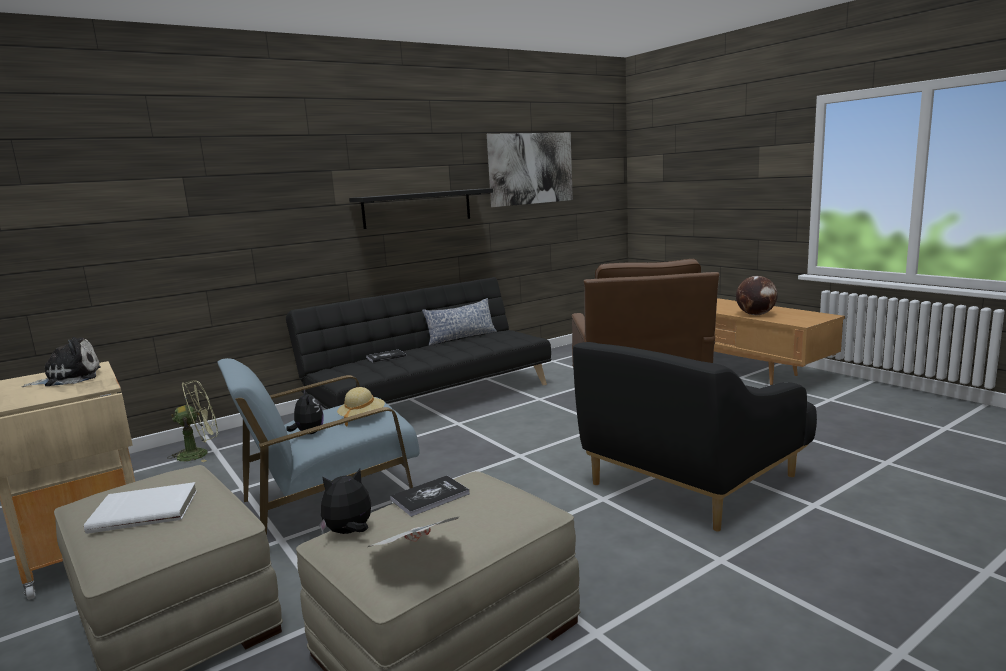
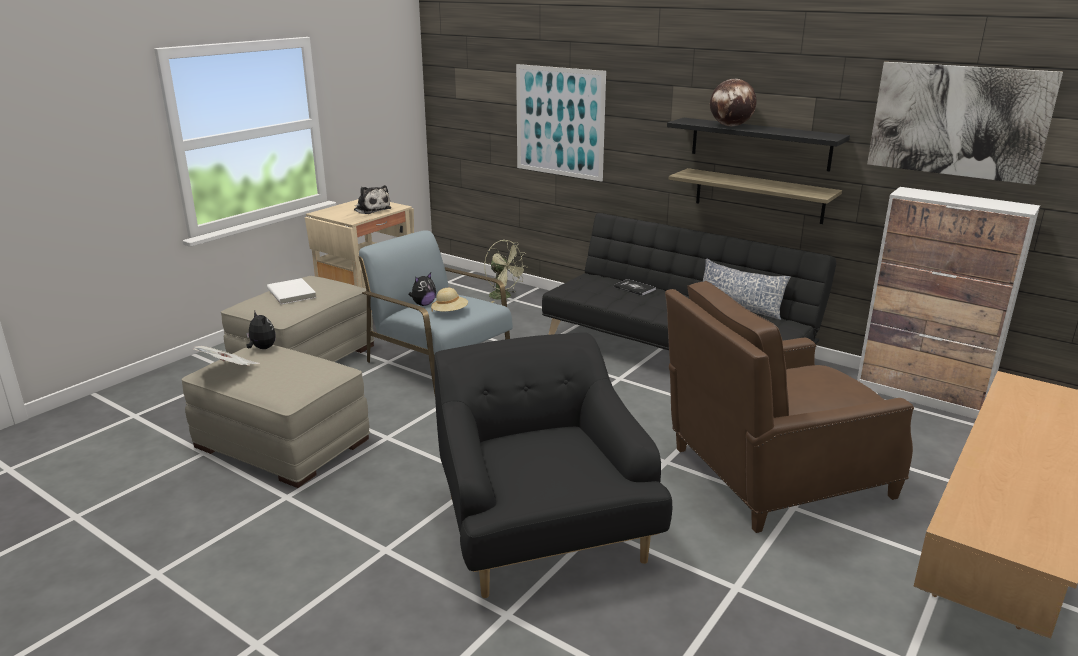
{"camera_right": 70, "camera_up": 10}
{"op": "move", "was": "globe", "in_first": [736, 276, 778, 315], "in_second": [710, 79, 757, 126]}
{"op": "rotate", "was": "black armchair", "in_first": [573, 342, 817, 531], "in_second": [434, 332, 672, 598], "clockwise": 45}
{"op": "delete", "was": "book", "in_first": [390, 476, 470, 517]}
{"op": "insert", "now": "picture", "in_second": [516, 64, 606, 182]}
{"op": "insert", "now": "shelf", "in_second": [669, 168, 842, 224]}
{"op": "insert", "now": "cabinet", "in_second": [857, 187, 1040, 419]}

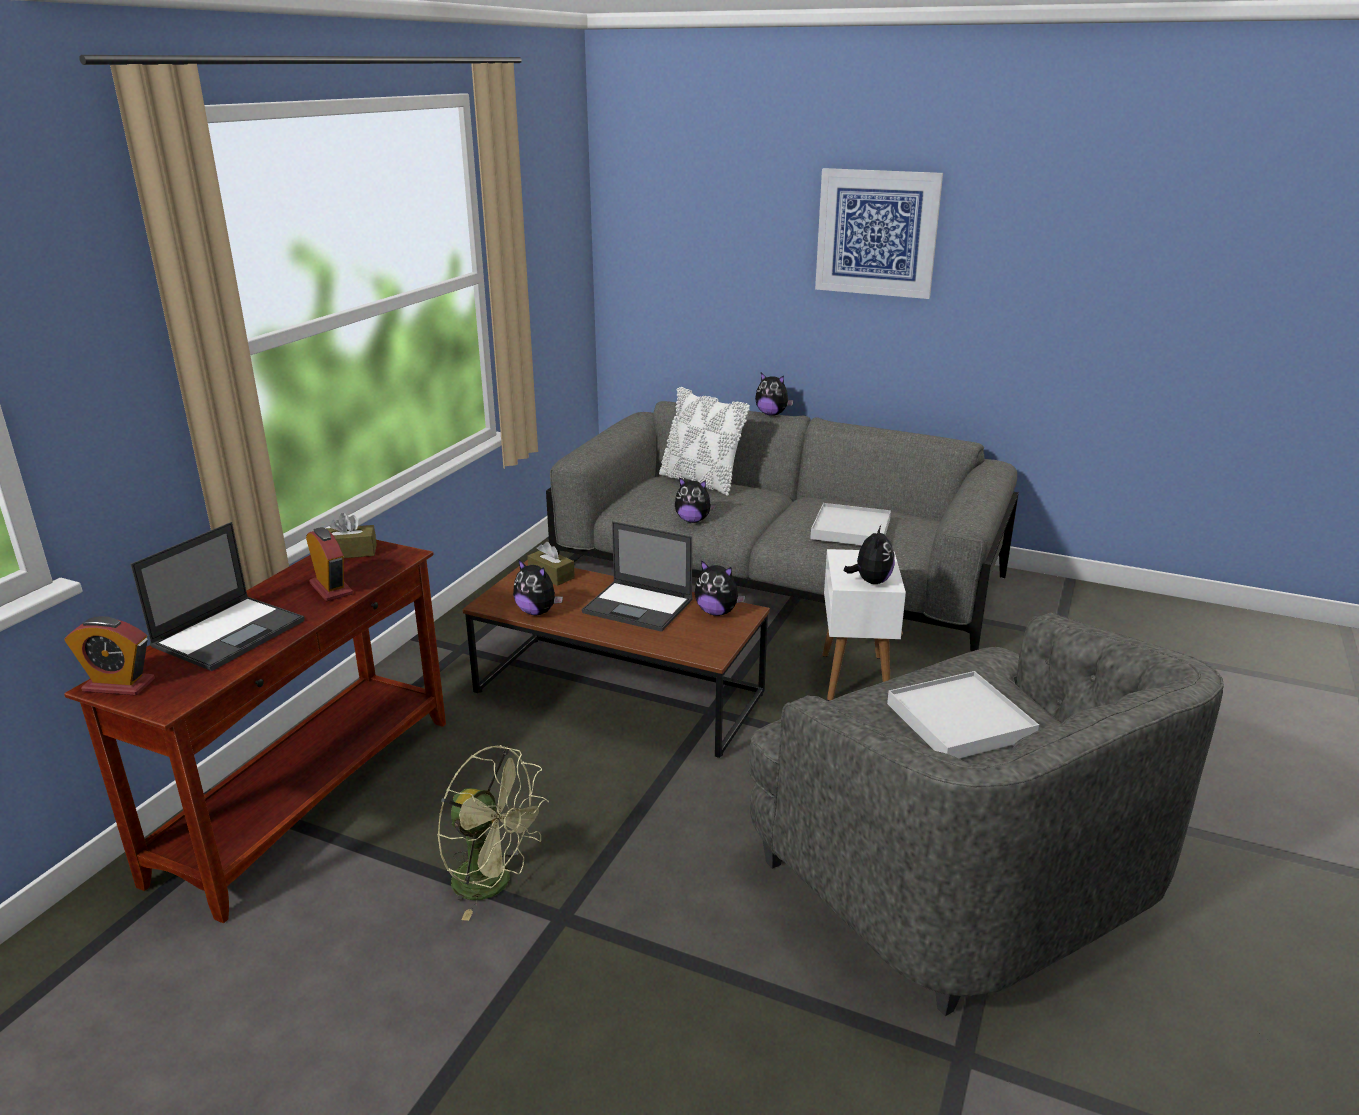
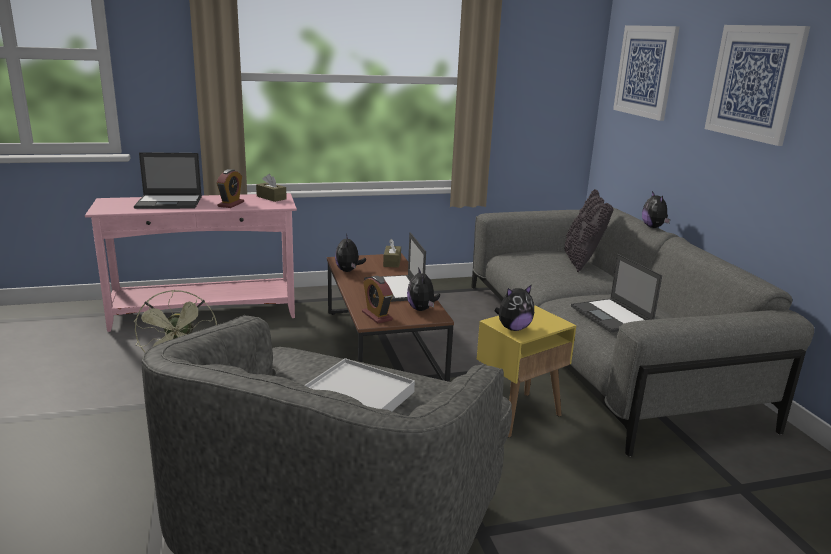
{"camera_right": 50, "camera_up": -5}
{"op": "recolor", "was": "white pillow", "now": "black pillow", "in_first": [659, 387, 750, 496], "in_second": [564, 189, 614, 272]}
{"op": "delete", "was": "plush toy", "in_first": [675, 477, 716, 523]}
{"op": "replace", "was": "white tray", "now": "laptop", "in_first": [810, 503, 891, 545], "in_second": [571, 254, 662, 333]}
{"op": "recolor", "was": "brown console table", "now": "pink console table", "in_first": [64, 540, 446, 923], "in_second": [85, 193, 297, 332]}
{"op": "recolor", "was": "white side table", "now": "yellow side table", "in_first": [822, 549, 906, 701], "in_second": [477, 306, 576, 438]}
{"op": "move", "was": "alarm clock", "in_first": [64, 616, 155, 696], "in_second": [362, 276, 393, 324]}
{"op": "insert", "now": "picture", "in_second": [613, 25, 680, 121]}

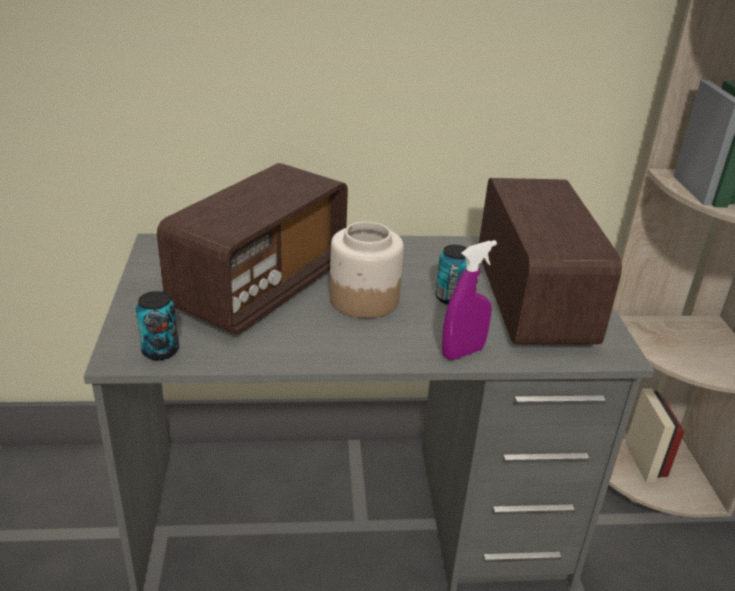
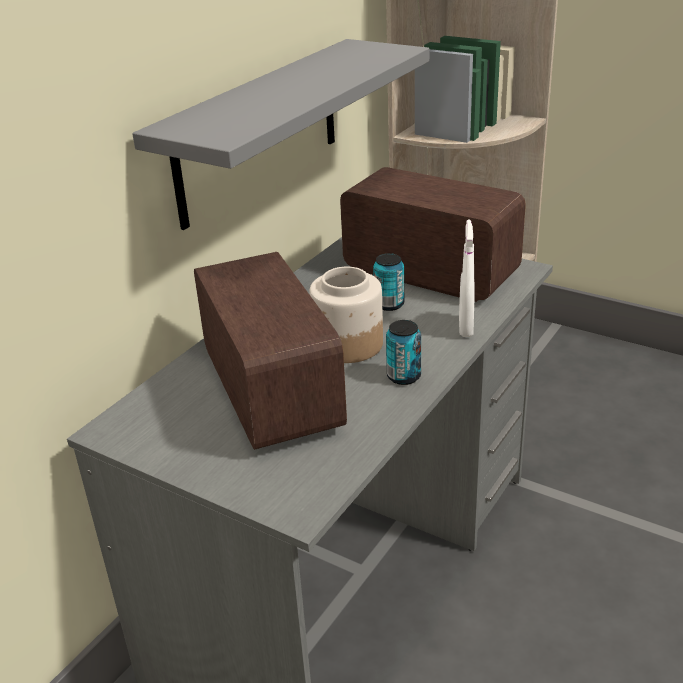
{"camera_right": -50, "camera_up": 0}
{"op": "recolor", "was": "purple spray bottle", "now": "white spray bottle", "in_first": [442, 240, 497, 360], "in_second": [459, 220, 475, 337]}
{"op": "move", "was": "can", "in_first": [136, 291, 179, 360], "in_second": [386, 320, 421, 385]}
{"op": "insert", "now": "grey shelf", "in_second": [132, 39, 429, 230]}

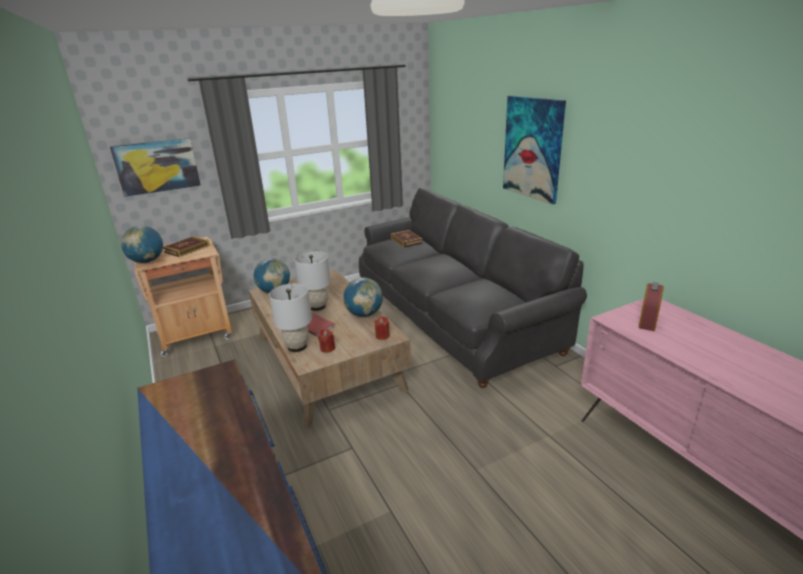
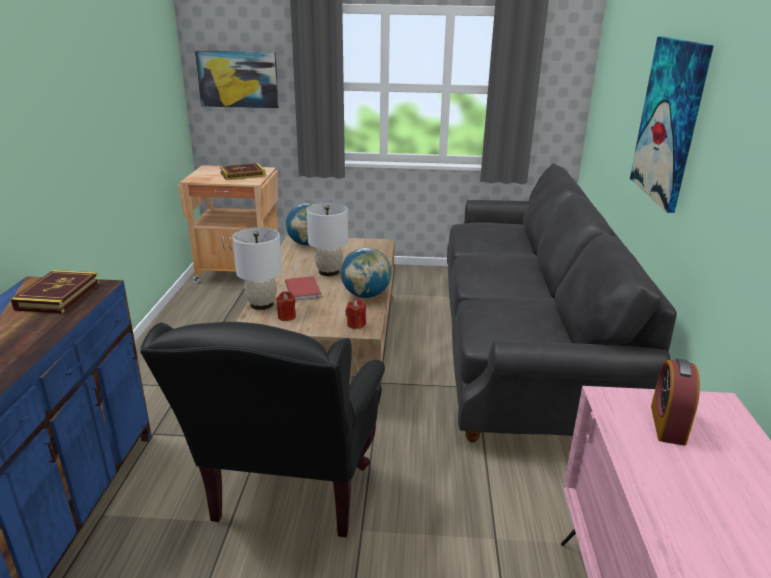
{"camera_right": 30, "camera_up": 0}
{"op": "delete", "was": "globe", "in_first": [121, 226, 163, 263]}
{"op": "move", "was": "book", "in_first": [391, 230, 423, 247], "in_second": [11, 270, 100, 313]}
{"op": "rotate", "was": "alarm clock", "in_first": [639, 282, 664, 331], "in_second": [651, 358, 700, 445], "clockwise": -45}
{"op": "insert", "now": "black armchair", "in_second": [140, 322, 385, 537]}

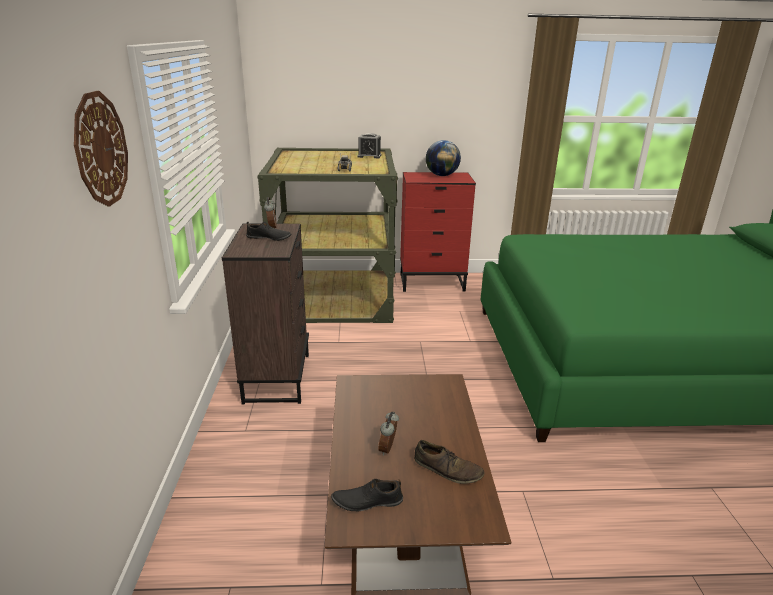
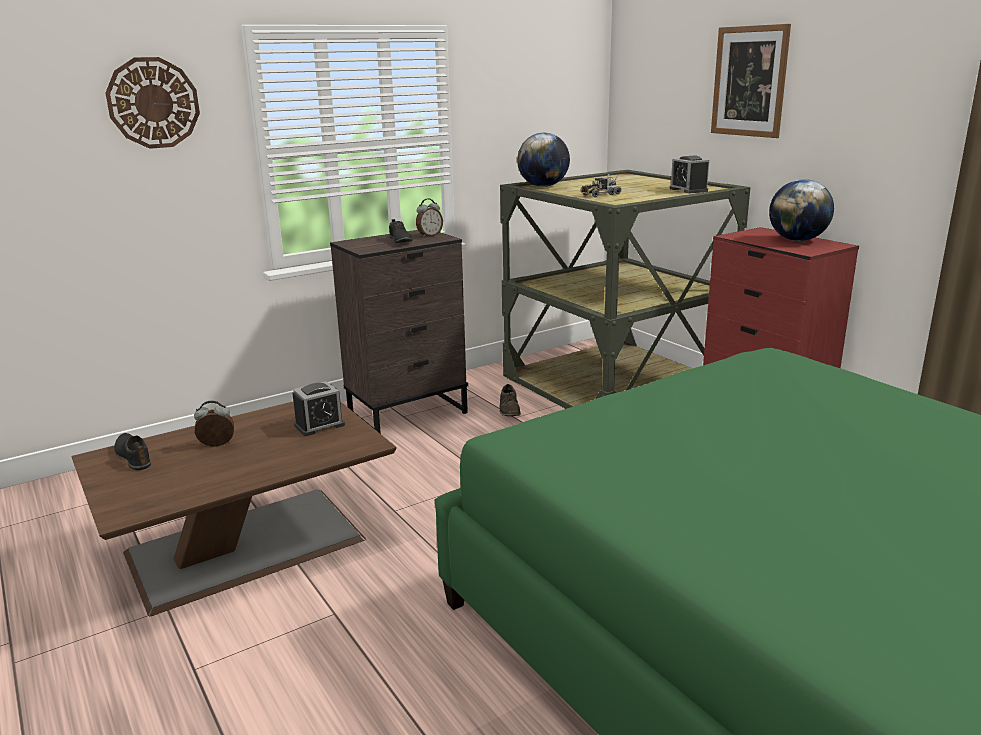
{"camera_right": 60, "camera_up": -5}
{"op": "move", "was": "brown shoe", "in_first": [414, 440, 485, 484], "in_second": [500, 384, 521, 416]}
{"op": "insert", "now": "picture", "in_second": [711, 24, 791, 138]}
{"op": "insert", "now": "globe", "in_second": [517, 133, 570, 187]}
{"op": "insert", "now": "alarm clock", "in_second": [293, 381, 345, 436]}

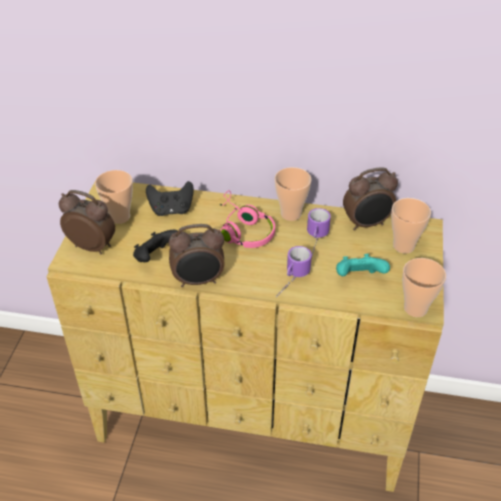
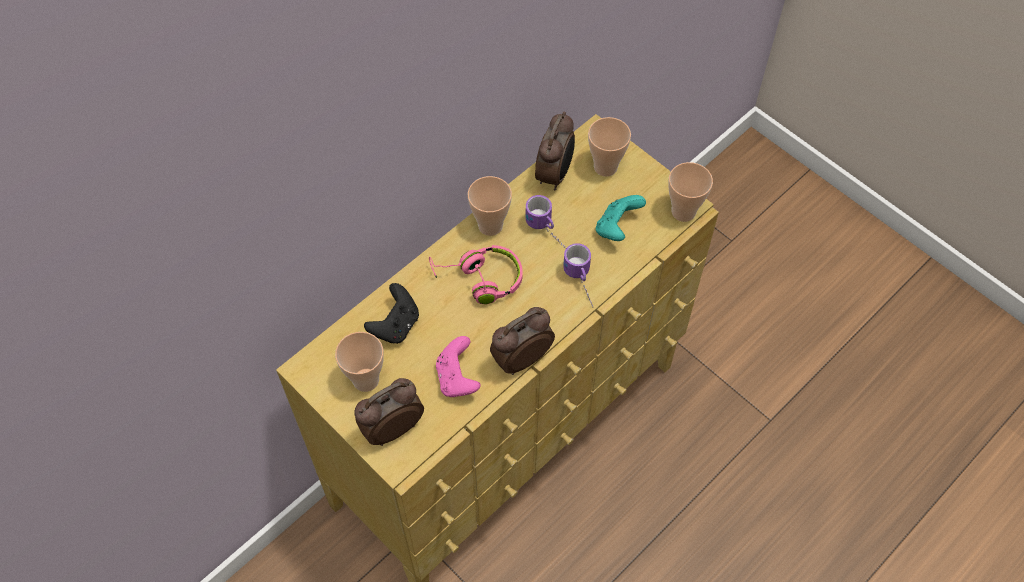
{"camera_right": -55, "camera_up": 15}
{"op": "rotate", "was": "alarm clock", "in_first": [169, 224, 224, 287], "in_second": [490, 307, 555, 375], "clockwise": -150}
{"op": "recolor", "was": "black game controller", "now": "pink game controller", "in_first": [133, 230, 178, 262], "in_second": [436, 336, 481, 397]}

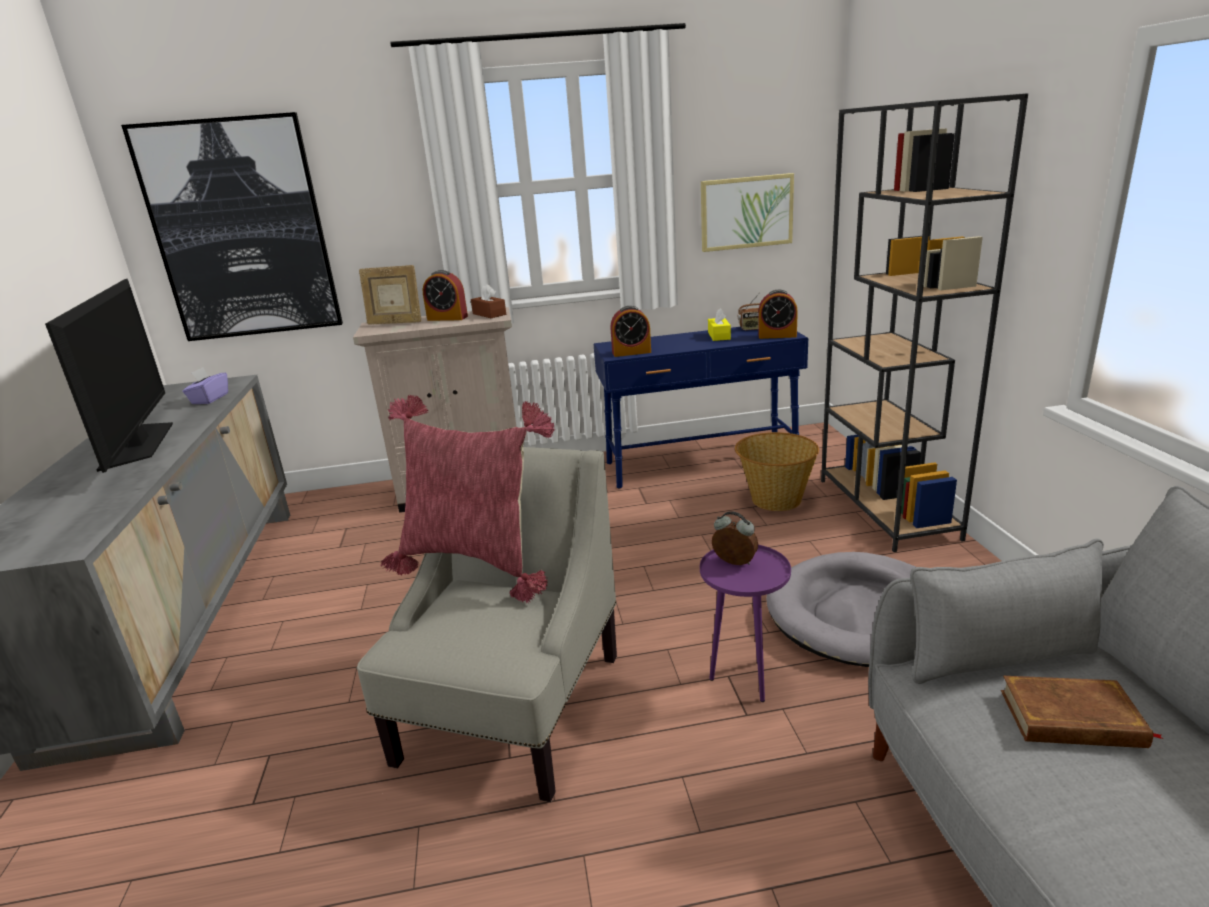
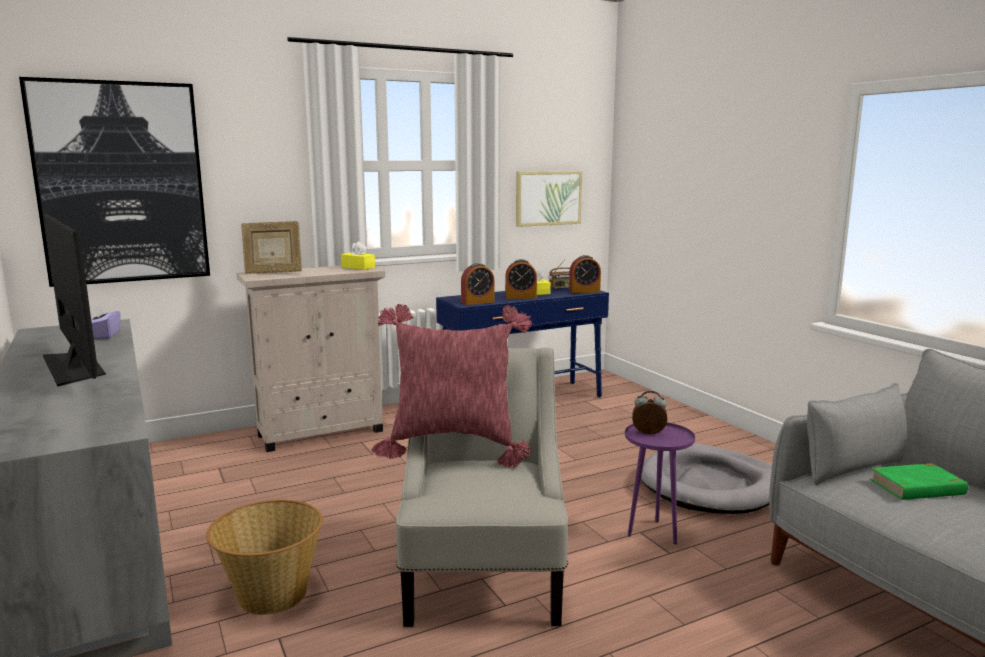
{"camera_right": -20, "camera_up": -10}
{"op": "delete", "was": "bookcase", "in_first": [821, 93, 1028, 552]}
{"op": "move", "was": "alarm clock", "in_first": [423, 270, 468, 321], "in_second": [505, 259, 537, 299]}
{"op": "recolor", "was": "brown tissue box", "now": "yellow tissue box", "in_first": [471, 284, 506, 318], "in_second": [341, 241, 375, 270]}
{"op": "move", "was": "basket", "in_first": [735, 432, 819, 511], "in_second": [206, 499, 323, 615]}
{"op": "recolor", "was": "brown book", "now": "green book", "in_first": [1001, 676, 1164, 748], "in_second": [870, 463, 969, 500]}

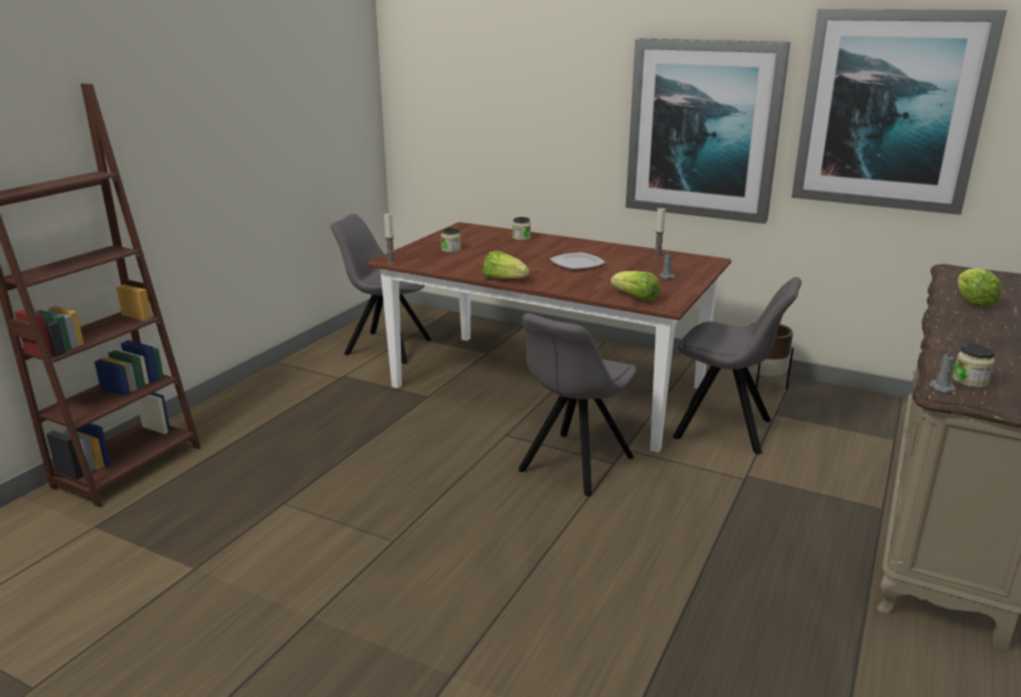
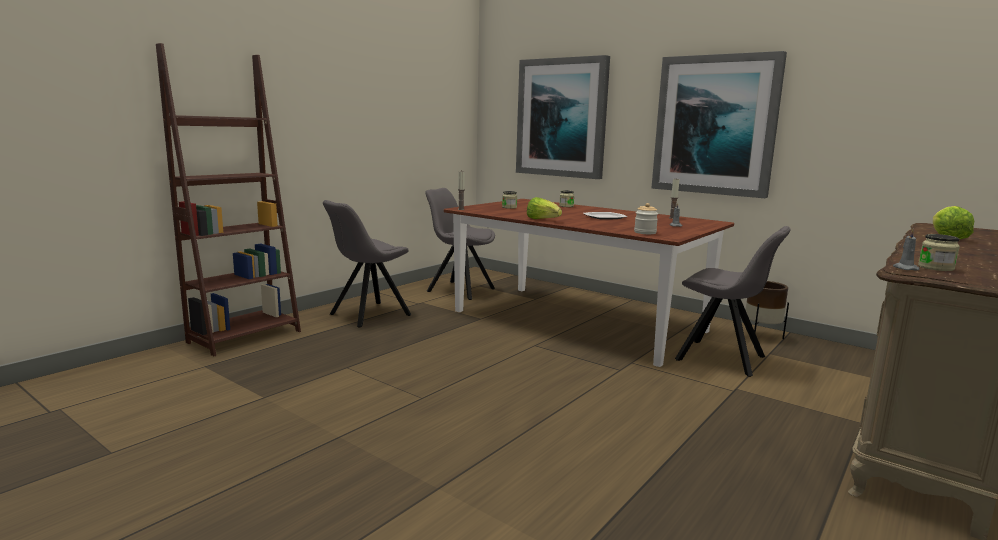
{"camera_right": 10, "camera_up": -10}
{"op": "move", "was": "picture", "in_first": [792, 9, 1007, 215], "in_second": [516, 55, 610, 179]}
{"op": "replace", "was": "lettuce", "now": "jar", "in_first": [611, 271, 660, 302], "in_second": [634, 203, 658, 234]}
{"op": "move", "was": "grey chair", "in_first": [518, 313, 637, 496], "in_second": [323, 200, 411, 327]}

